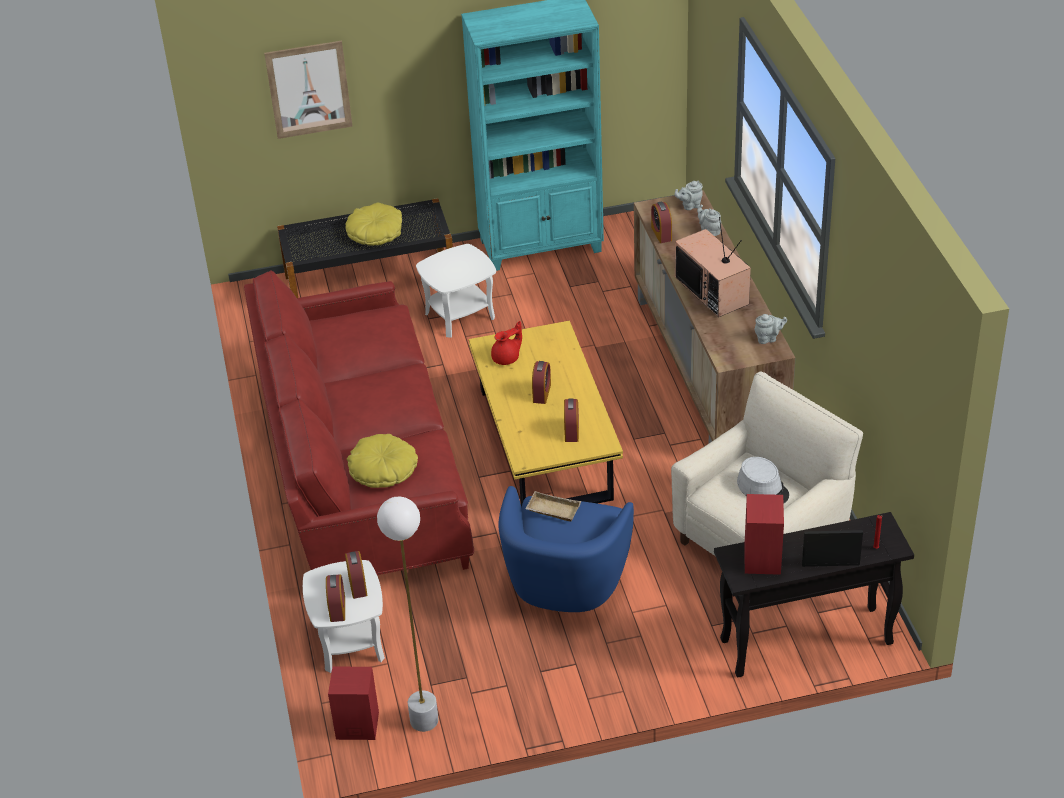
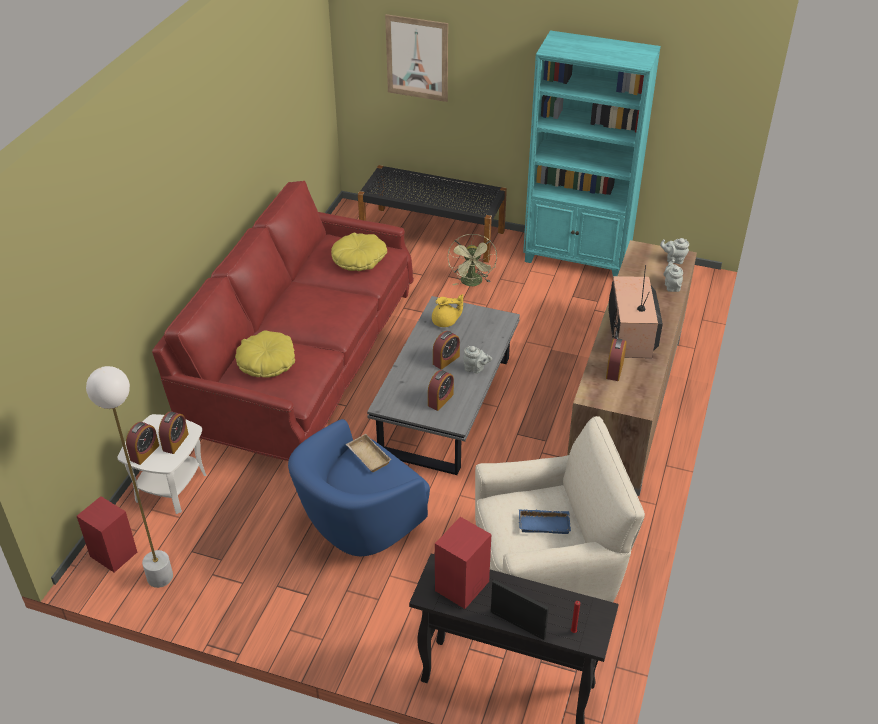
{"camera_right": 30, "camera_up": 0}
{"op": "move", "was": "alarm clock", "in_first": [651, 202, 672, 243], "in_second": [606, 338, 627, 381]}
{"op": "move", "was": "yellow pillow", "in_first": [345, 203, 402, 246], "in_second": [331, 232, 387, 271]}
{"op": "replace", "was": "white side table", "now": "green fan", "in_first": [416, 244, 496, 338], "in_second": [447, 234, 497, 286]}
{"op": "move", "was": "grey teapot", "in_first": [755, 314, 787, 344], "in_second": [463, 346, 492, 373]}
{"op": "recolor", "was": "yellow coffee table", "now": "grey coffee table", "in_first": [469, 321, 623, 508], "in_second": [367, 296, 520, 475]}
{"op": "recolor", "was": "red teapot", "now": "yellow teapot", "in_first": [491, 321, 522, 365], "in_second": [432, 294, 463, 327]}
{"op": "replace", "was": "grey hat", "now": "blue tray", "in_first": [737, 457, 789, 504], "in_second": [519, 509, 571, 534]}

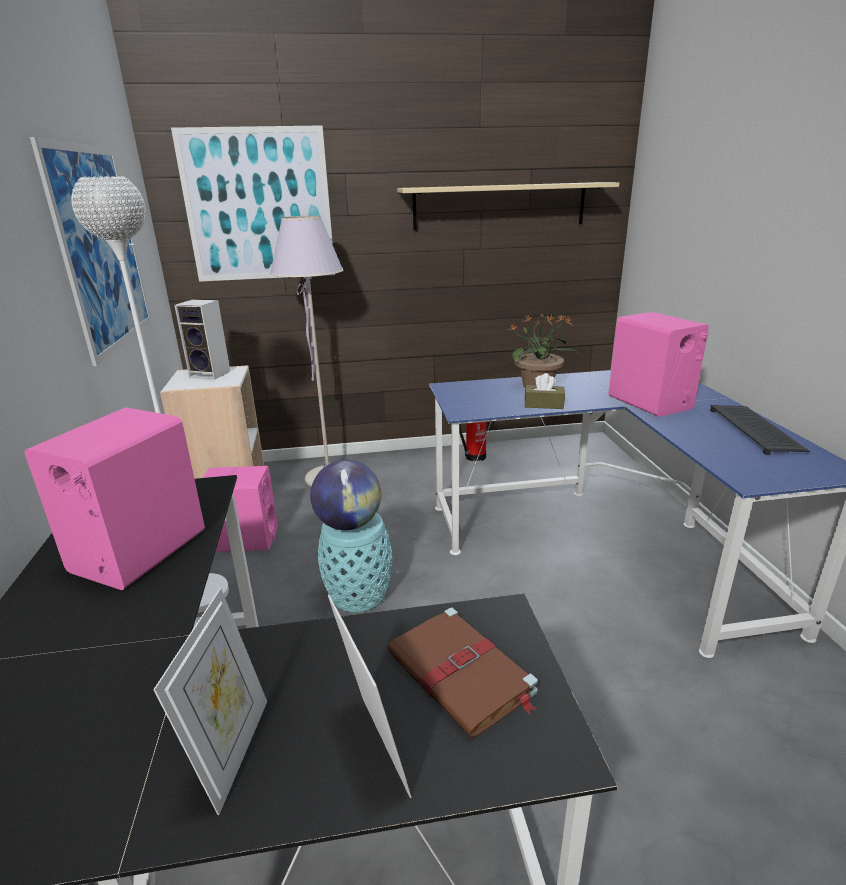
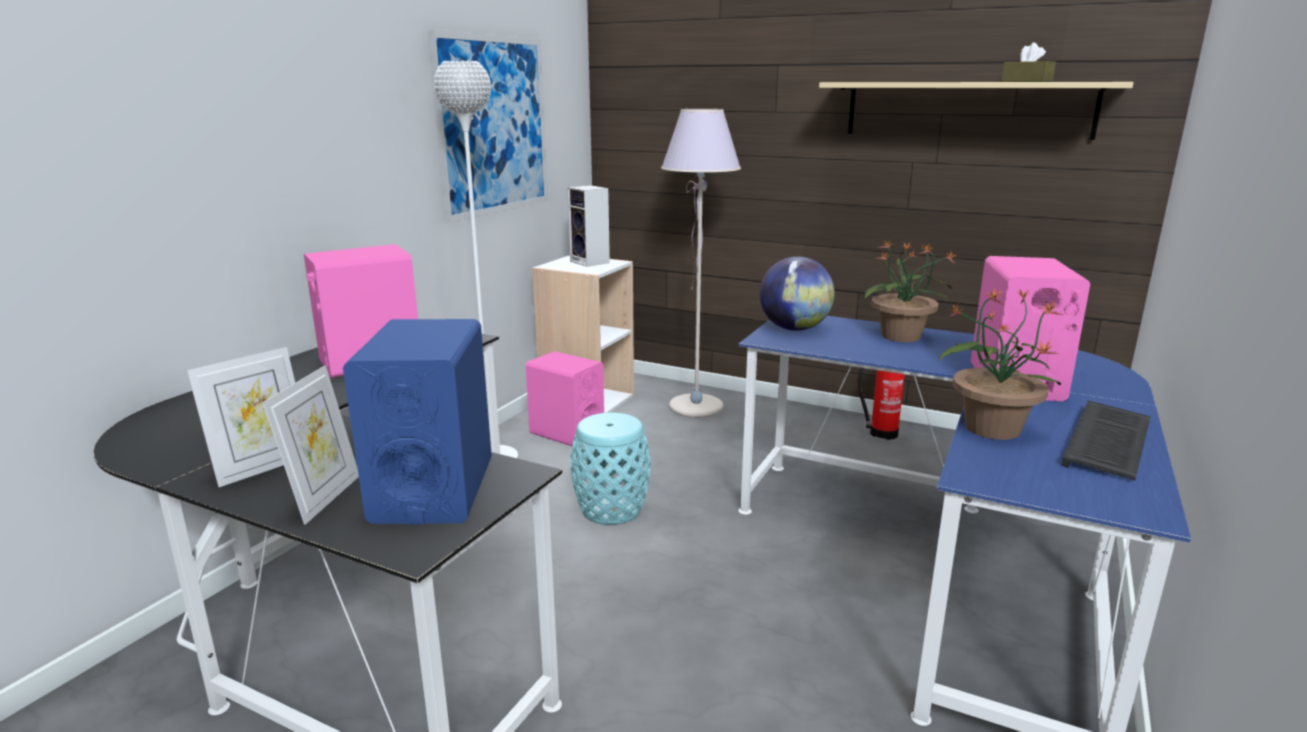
{"camera_right": 35, "camera_up": -5}
{"op": "delete", "was": "picture", "in_first": [171, 125, 335, 282]}
{"op": "move", "was": "brown tissue box", "in_first": [524, 373, 565, 409], "in_second": [1002, 42, 1056, 82]}
{"op": "move", "was": "globe", "in_first": [310, 460, 381, 530], "in_second": [759, 256, 835, 331]}
{"op": "replace", "was": "brown book", "now": "blue speaker", "in_first": [387, 608, 537, 739], "in_second": [343, 319, 492, 525]}
{"op": "insert", "now": "potted plant", "in_second": [939, 287, 1064, 440]}

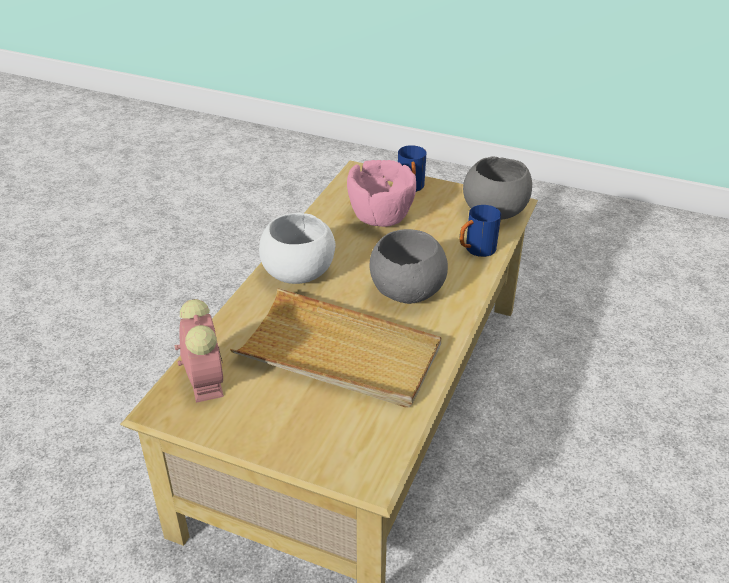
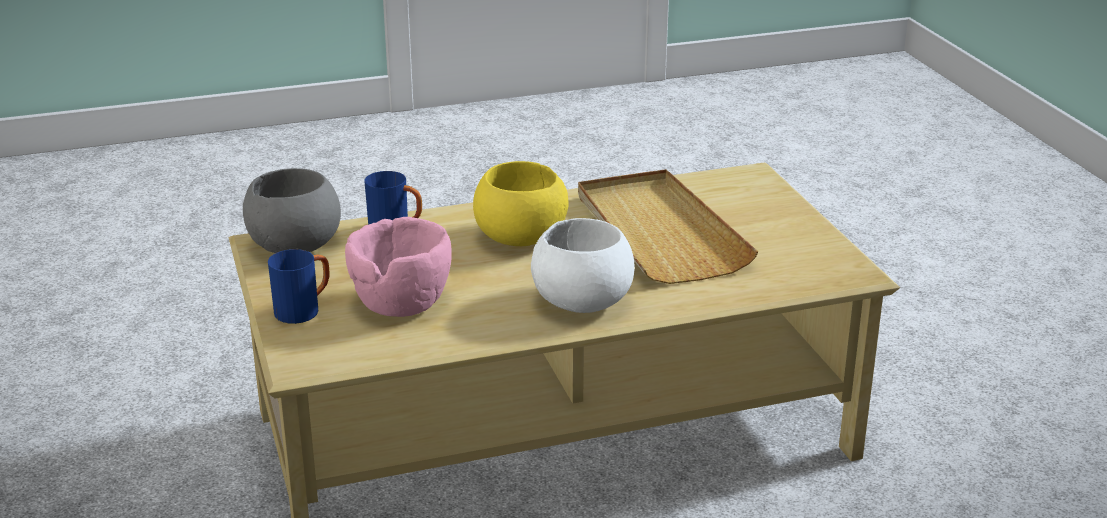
{"camera_right": -130, "camera_up": -10}
{"op": "recolor", "was": "grey bowl", "now": "yellow bowl", "in_first": [370, 229, 448, 304], "in_second": [473, 161, 569, 246]}
{"op": "delete", "was": "alarm clock", "in_first": [175, 299, 224, 403]}

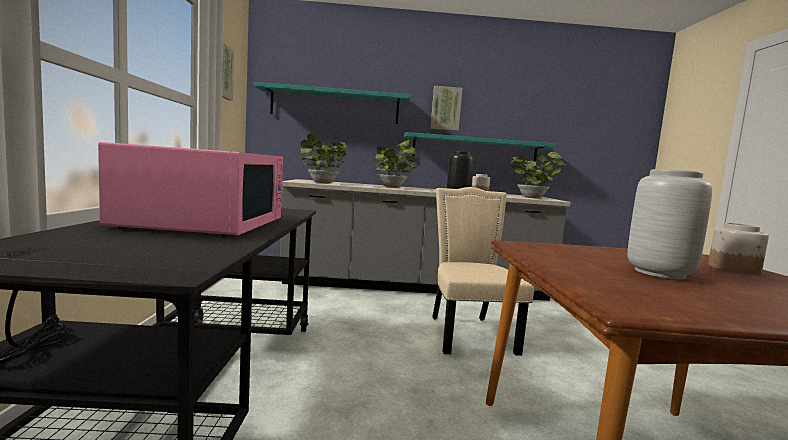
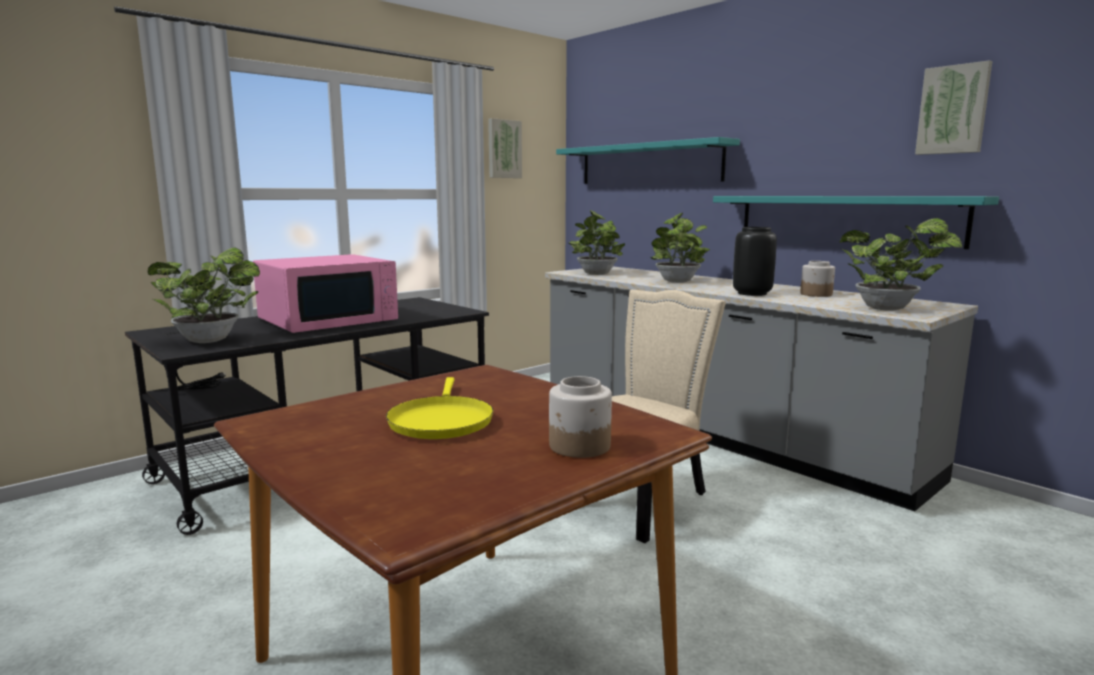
{"camera_right": 50, "camera_up": 5}
{"op": "move", "was": "picture", "in_first": [430, 86, 462, 131], "in_second": [915, 60, 992, 155]}
{"op": "replace", "was": "grey vase", "now": "yellow frying pan", "in_first": [627, 169, 712, 279], "in_second": [386, 377, 494, 439]}
{"op": "insert", "now": "potted plant", "in_second": [148, 247, 260, 343]}

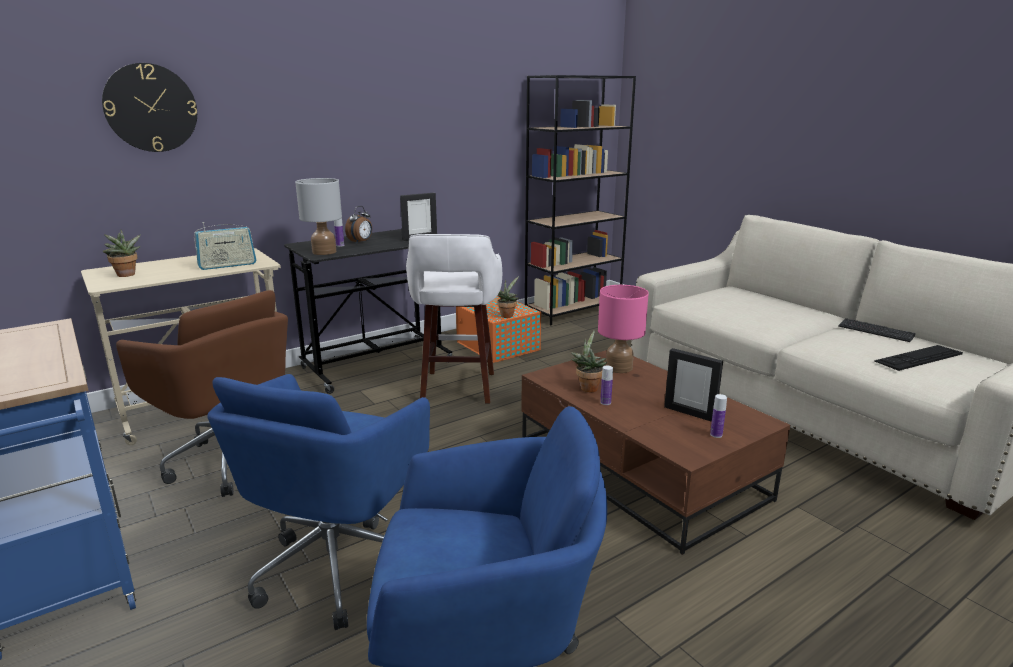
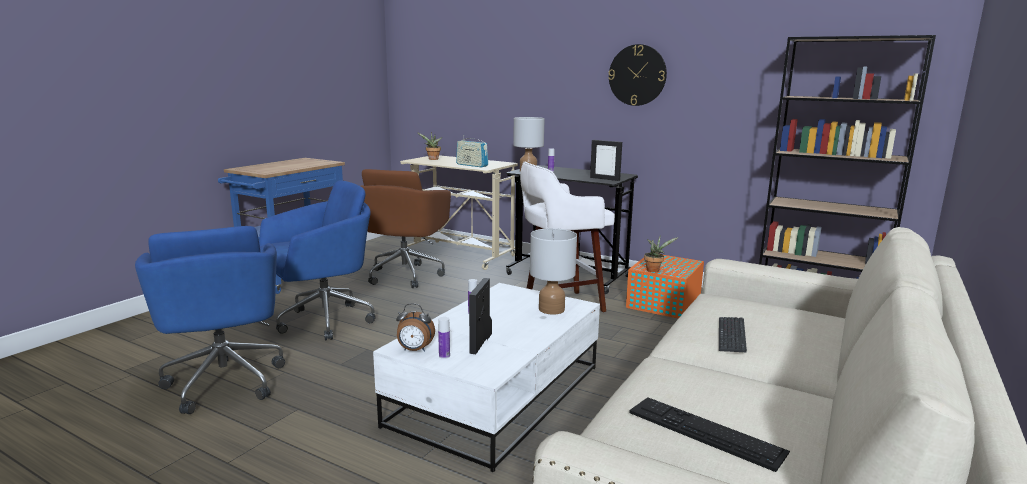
{"camera_right": 65, "camera_up": -5}
{"op": "move", "was": "wall clock", "in_first": [102, 63, 197, 152], "in_second": [608, 44, 667, 106]}
{"op": "move", "was": "alarm clock", "in_first": [345, 206, 372, 244], "in_second": [396, 303, 435, 352]}
{"op": "recolor", "was": "pink table lamp", "now": "grey table lamp", "in_first": [598, 285, 649, 373], "in_second": [530, 228, 577, 315]}
{"op": "move", "was": "keyboard", "in_first": [838, 318, 916, 342], "in_second": [719, 317, 747, 352]}
{"op": "delete", "was": "potted plant", "in_first": [570, 331, 607, 393]}
{"op": "recolor", "was": "brown coffee table", "now": "white coffee table", "in_first": [521, 350, 790, 555], "in_second": [373, 283, 600, 472]}
{"op": "rotate", "was": "blue office chair", "in_first": [207, 374, 430, 630], "in_second": [259, 180, 376, 340], "clockwise": 150}

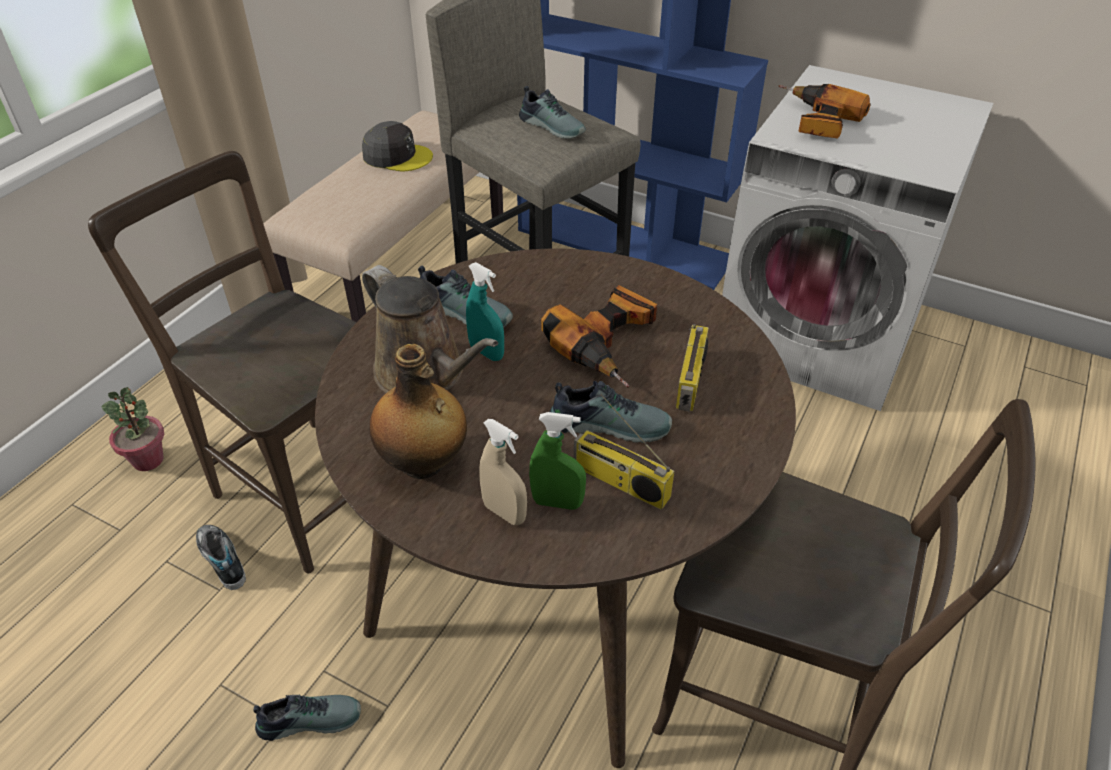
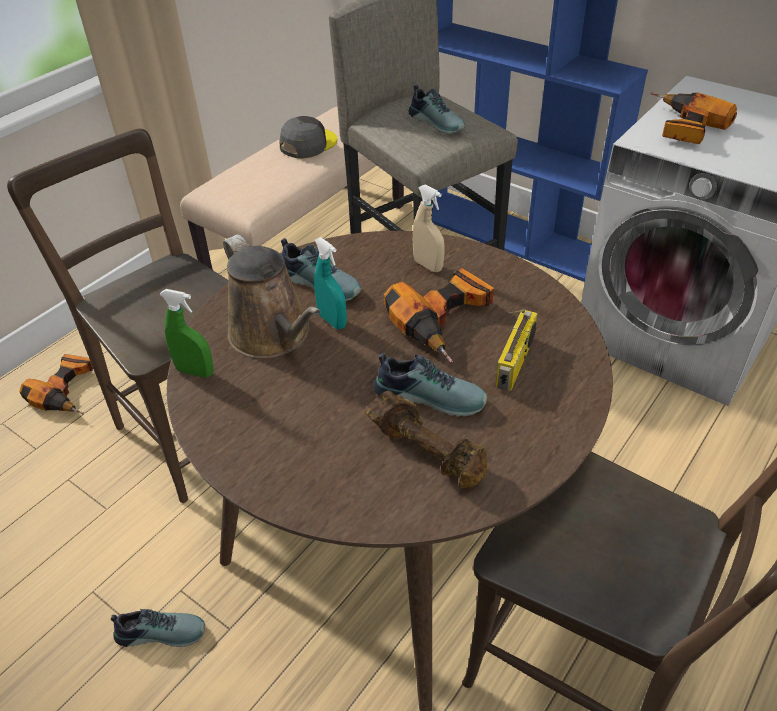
{"camera_right": 10, "camera_up": 0}
{"op": "rotate", "was": "grey cap", "in_first": [362, 121, 433, 172], "in_second": [279, 116, 337, 159], "clockwise": -75}
{"op": "delete", "was": "bottle", "in_first": [369, 344, 467, 479]}
{"op": "replace", "was": "potted plant", "now": "power drill", "in_first": [101, 387, 164, 471], "in_second": [19, 354, 93, 414]}
{"op": "replace", "was": "radio", "now": "brown dumbbell", "in_first": [574, 394, 674, 510], "in_second": [365, 391, 487, 488]}
{"op": "move", "was": "green spray bottle", "in_first": [529, 412, 586, 510], "in_second": [160, 289, 213, 378]}
{"op": "move", "was": "beige spray bottle", "in_first": [479, 419, 527, 525], "in_second": [413, 185, 445, 272]}
{"op": "delete", "was": "shoe", "in_first": [196, 525, 246, 590]}

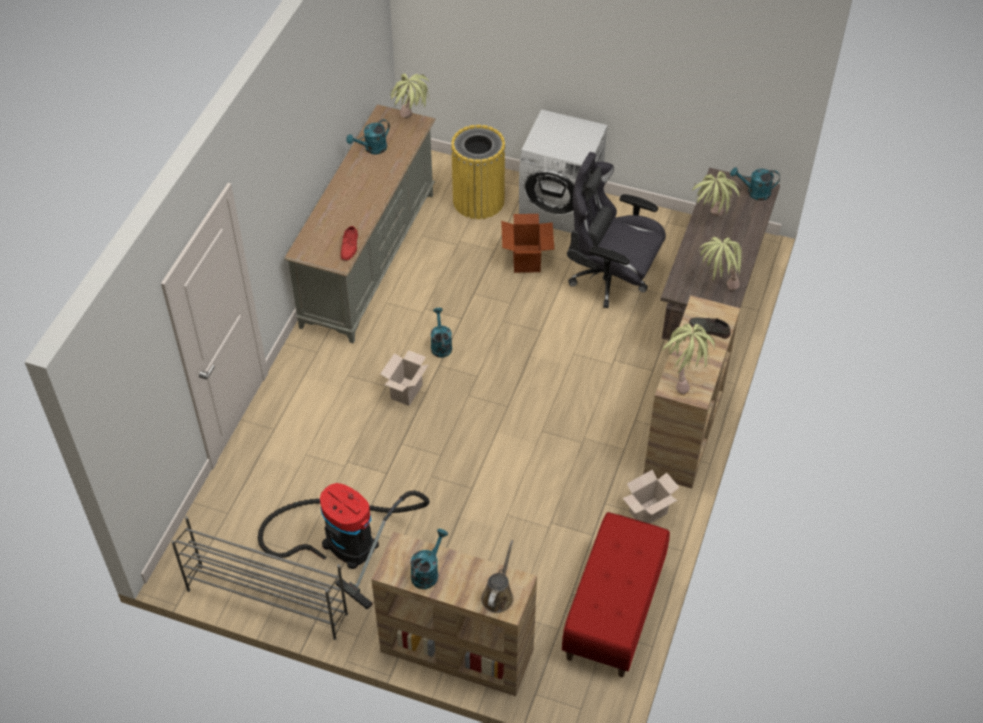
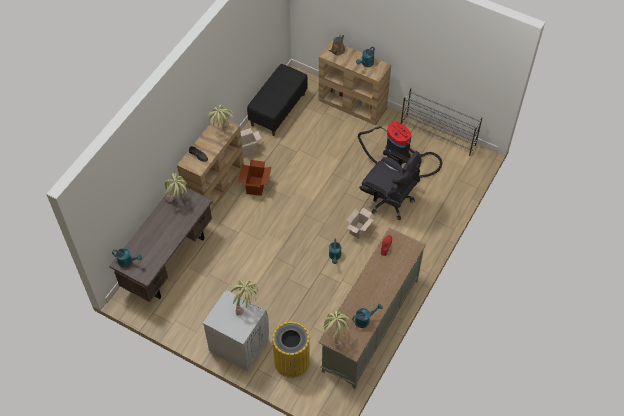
{"camera_right": -170, "camera_up": 5}
{"op": "move", "was": "black office chair", "in_first": [567, 152, 666, 308], "in_second": [359, 151, 422, 220]}
{"op": "move", "was": "potted plant", "in_first": [692, 171, 742, 216], "in_second": [229, 280, 259, 315]}
{"op": "move", "was": "cardboard box", "in_first": [501, 214, 554, 273], "in_second": [238, 160, 271, 196]}
{"op": "recolor", "was": "red bench", "now": "black bench", "in_first": [562, 512, 670, 677], "in_second": [247, 64, 308, 136]}

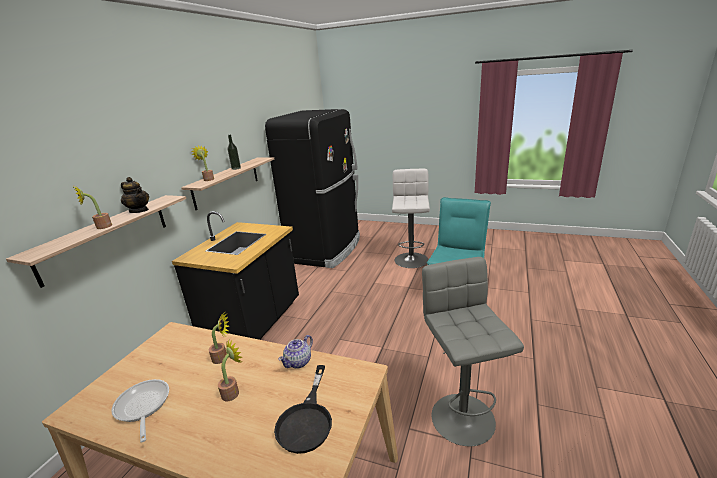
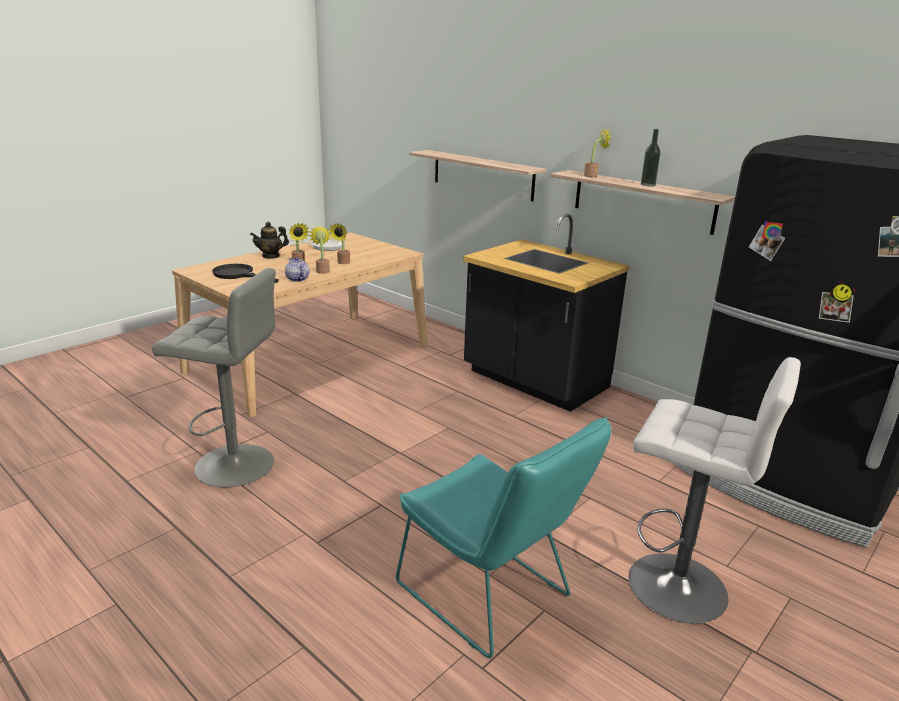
{"camera_right": 110, "camera_up": 0}
{"op": "move", "was": "teapot", "in_first": [121, 177, 149, 213], "in_second": [250, 222, 289, 259]}
{"op": "move", "was": "potted plant", "in_first": [73, 186, 112, 229], "in_second": [308, 225, 331, 274]}

